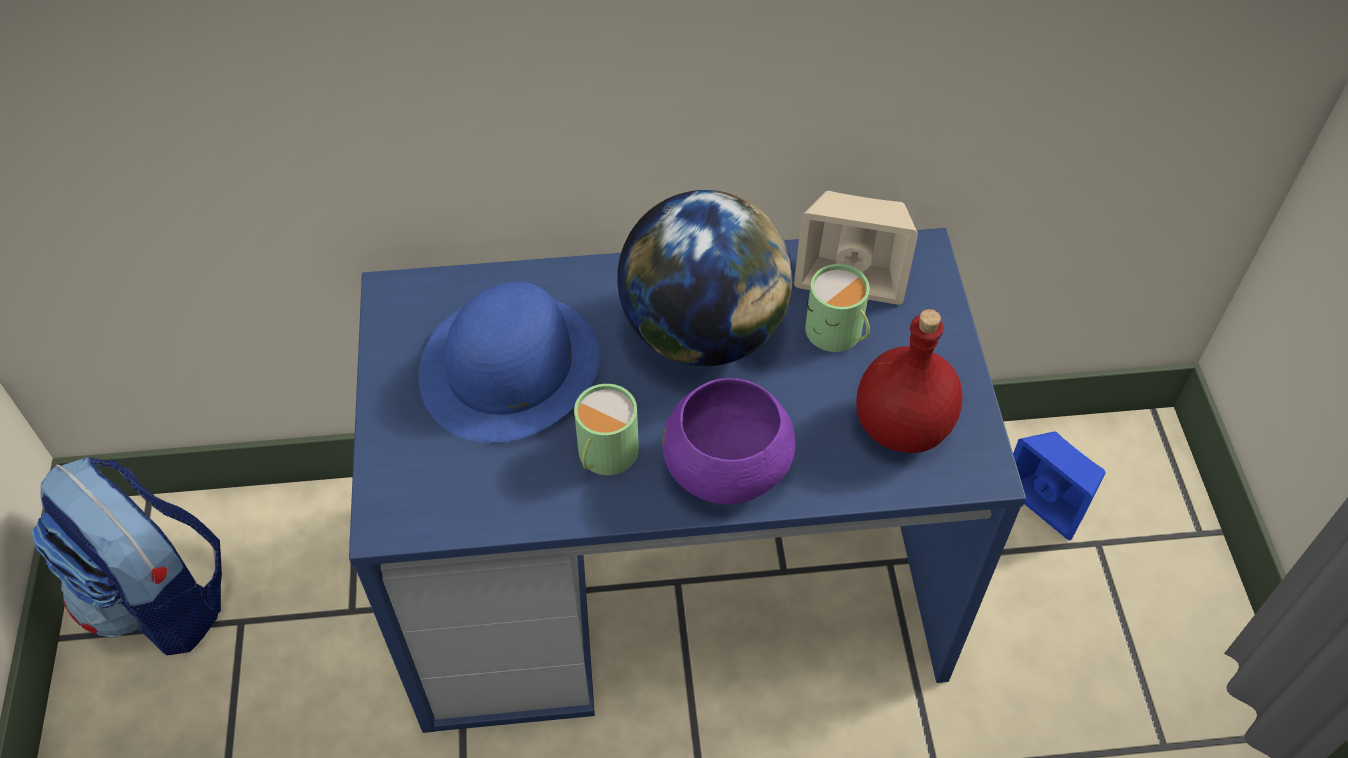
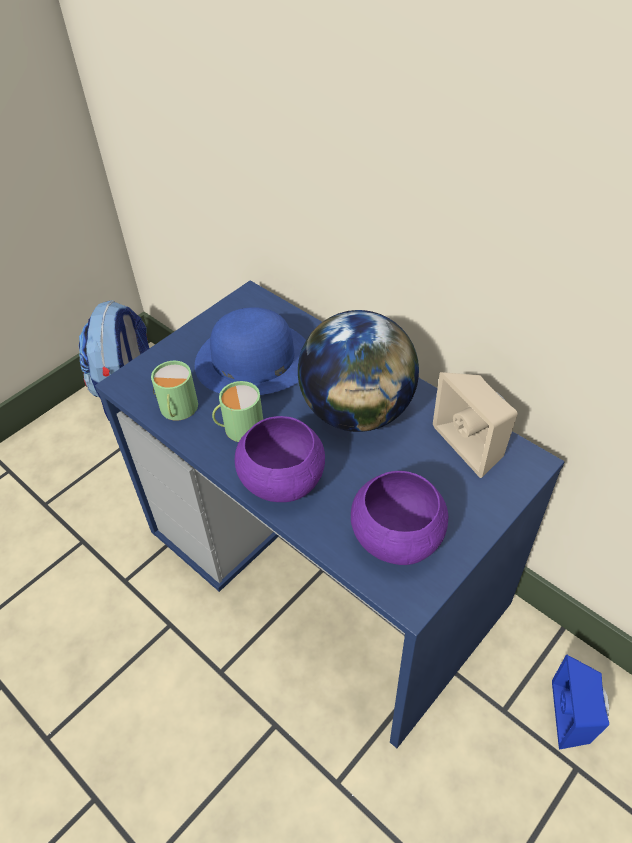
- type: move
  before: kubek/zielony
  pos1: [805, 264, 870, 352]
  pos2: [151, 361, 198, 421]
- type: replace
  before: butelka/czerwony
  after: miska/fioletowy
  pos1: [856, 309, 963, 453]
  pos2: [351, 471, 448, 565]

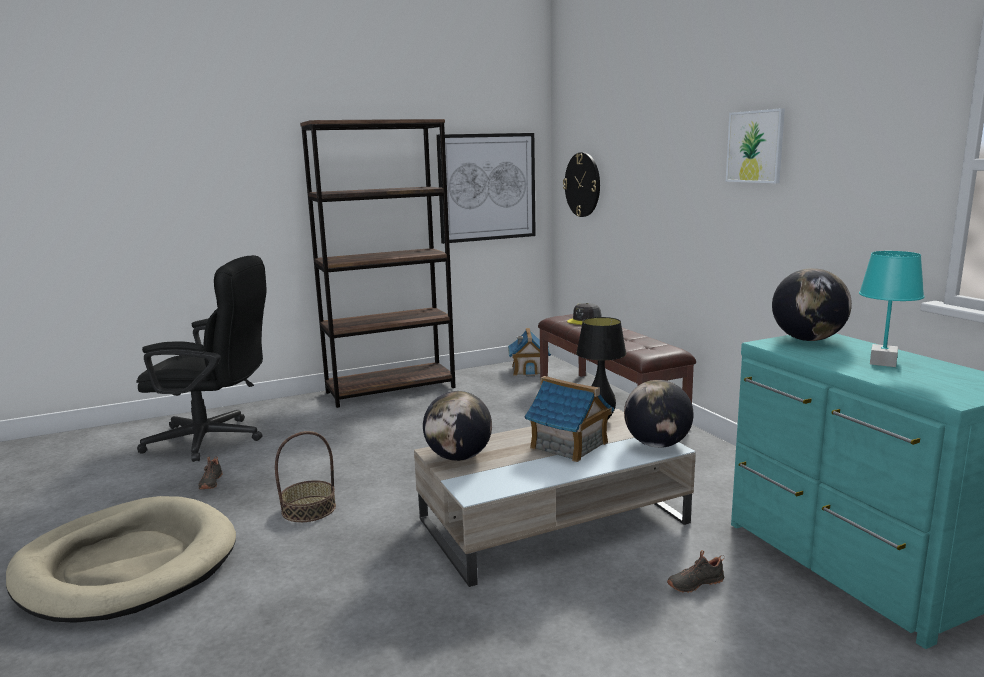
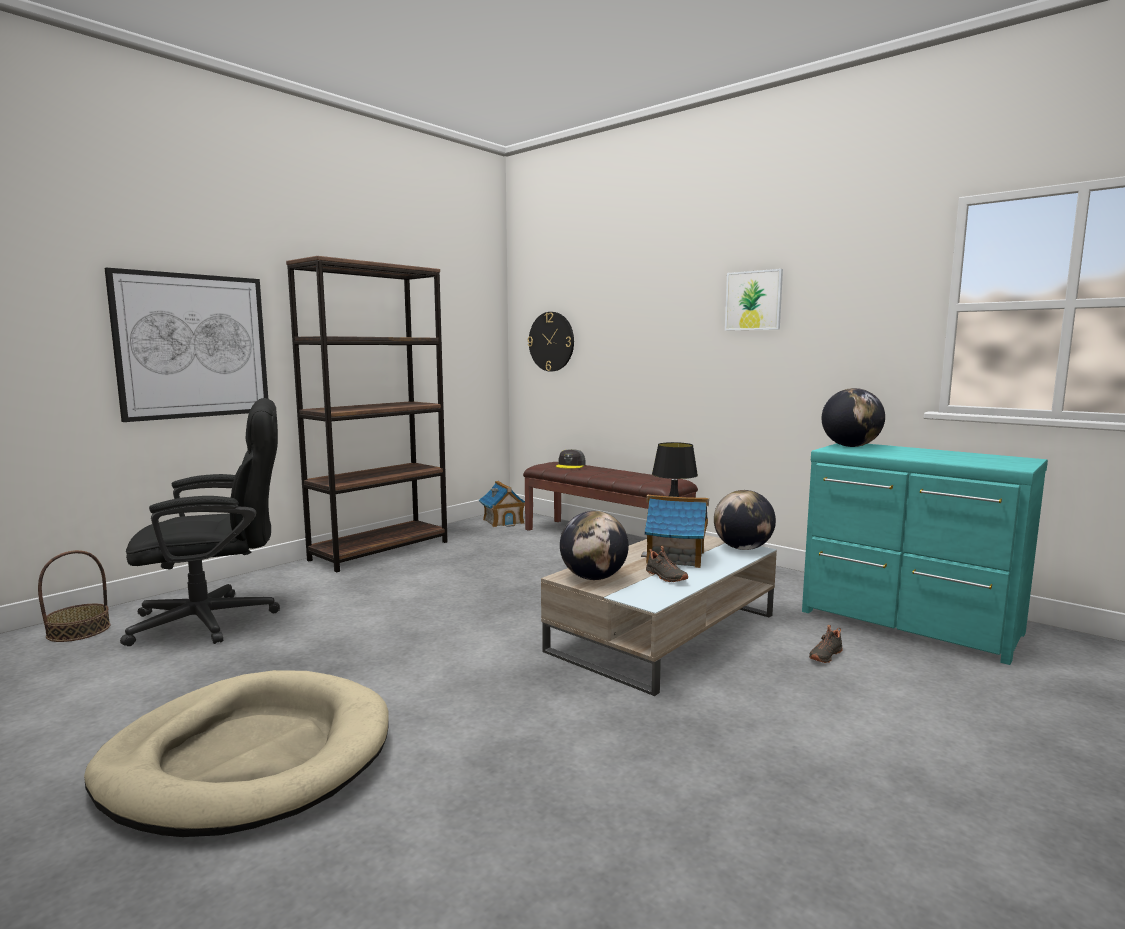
- type: move
  before: but/czarny
  pos1: [199, 456, 223, 489]
  pos2: [646, 546, 688, 582]
- type: move
  before: koszyk
  pos1: [275, 431, 336, 522]
  pos2: [38, 550, 110, 642]
- type: move
  before: obraz
  pos1: [436, 133, 536, 244]
  pos2: [105, 268, 268, 422]
- type: delete
  before: lampa stołowa/turkusowy
  pos1: [859, 251, 925, 367]

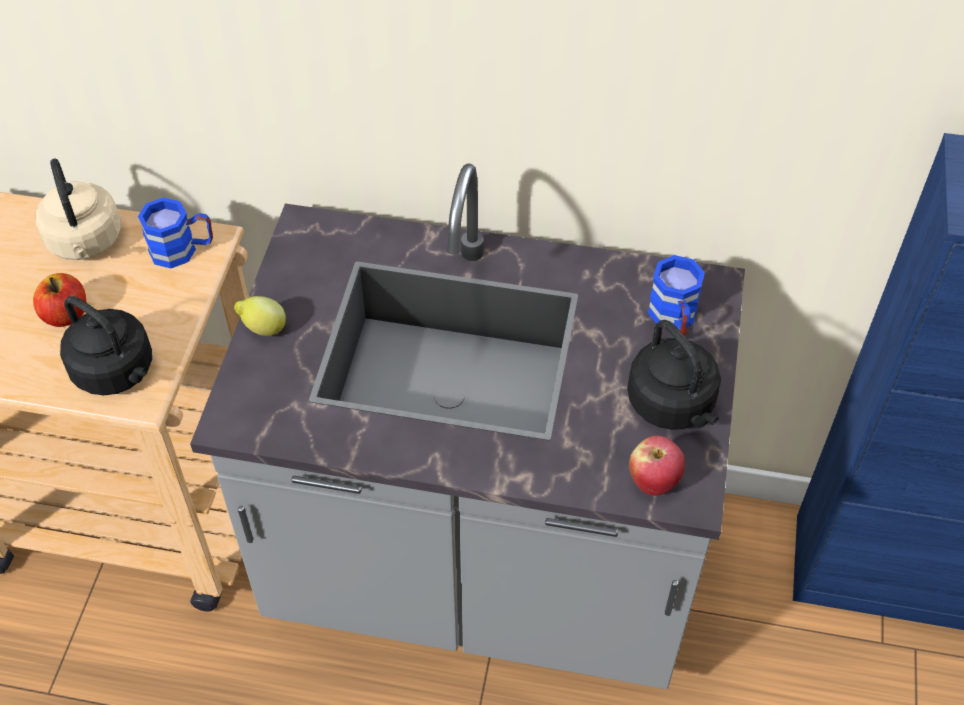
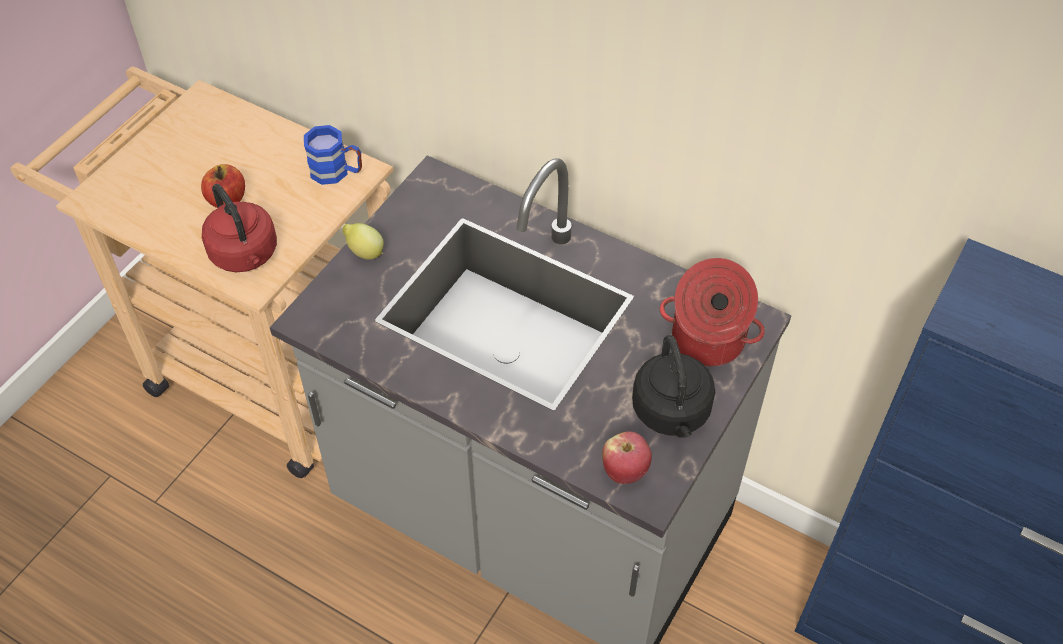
- type: delete
  before: czajnik/beżowy
  pos1: [36, 159, 121, 260]
- type: recolor
  before: czajnik/czarny
  after: czajnik/czerwony
  pos1: [60, 296, 152, 395]
  pos2: [202, 184, 277, 272]
- type: replace
  before: kubek/niebieski
  after: garnek
  pos1: [647, 255, 705, 336]
  pos2: [660, 258, 765, 366]

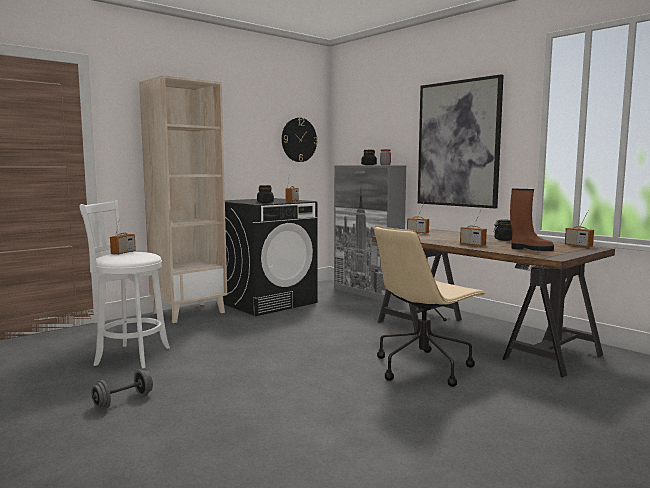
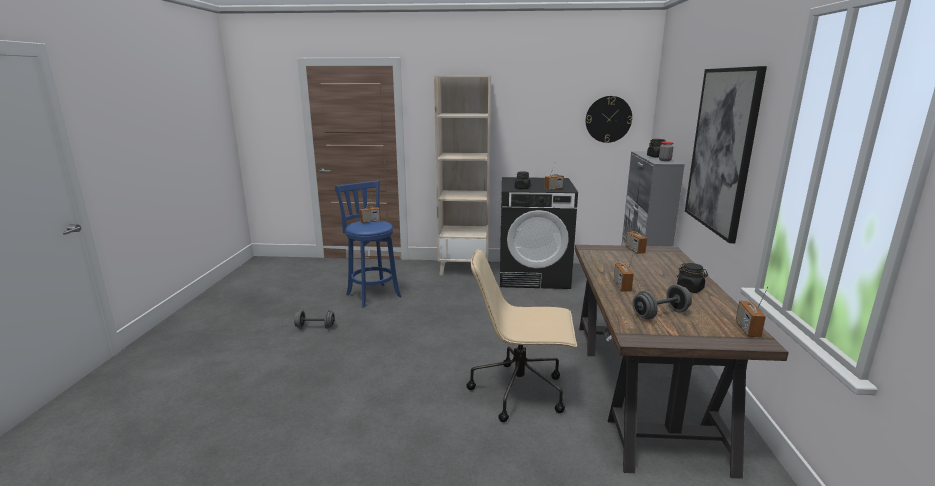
- type: recolor
  before: stołek/biały
  after: stołek/niebieski
  pos1: [79, 200, 170, 369]
  pos2: [335, 180, 401, 308]
- type: replace
  before: but z cholewką/brązowy
  after: hantel/szary
  pos1: [510, 188, 554, 251]
  pos2: [633, 284, 692, 320]

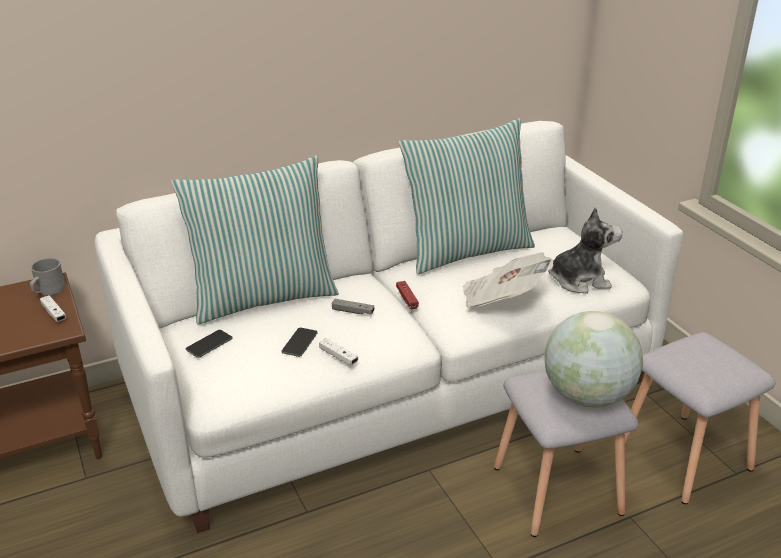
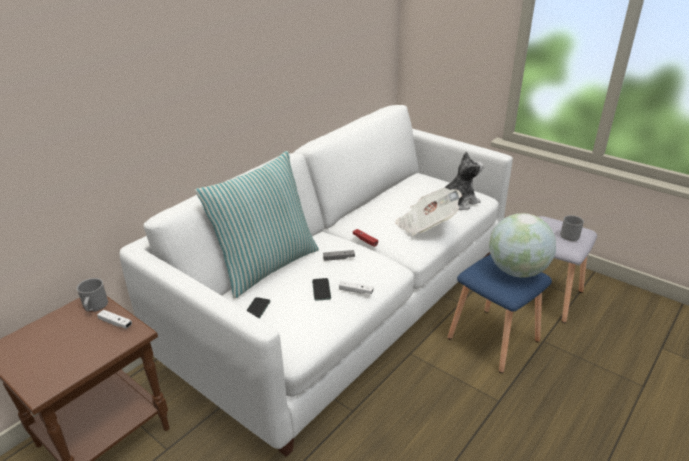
- type: delete
  before: poduszka
  pos1: [399, 119, 535, 274]
- type: recolor
  before: stołek/szary
  after: stołek/niebieski
  pos1: [494, 369, 638, 537]
  pos2: [448, 254, 552, 373]
- type: insert
  after: kubek/szary
  pos2: [560, 215, 584, 241]

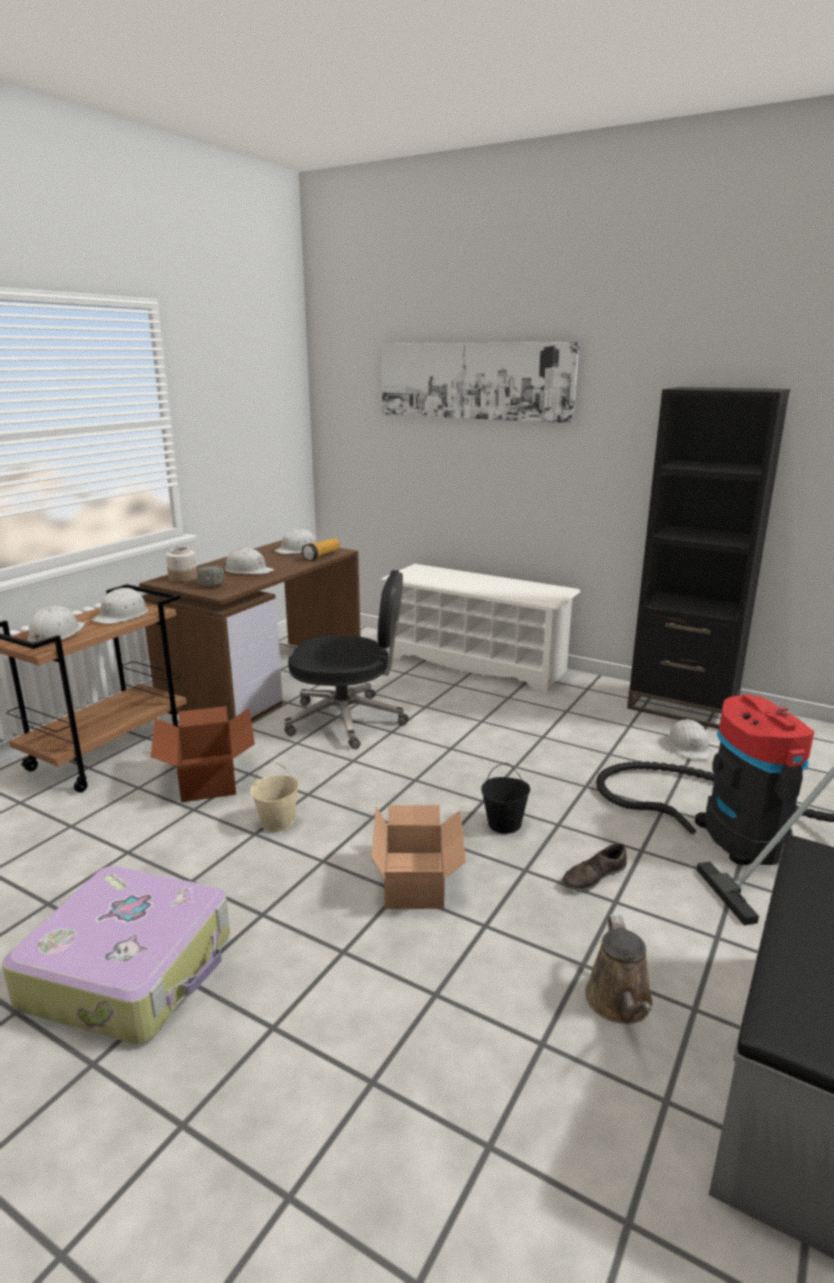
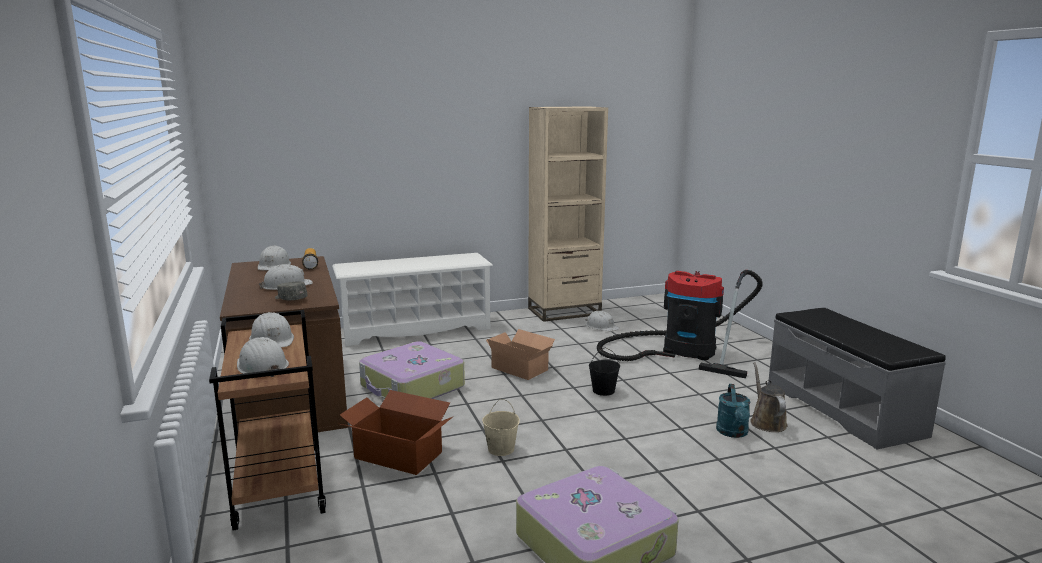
- type: delete
  before: słoik
  pos1: [166, 547, 197, 582]
- type: replace
  before: krzesło biurowe/czarny
  after: walizka
  pos1: [284, 570, 409, 749]
  pos2: [359, 341, 465, 399]
- type: move
  before: karton
  pos1: [372, 805, 466, 909]
  pos2: [486, 329, 555, 380]
- type: delete
  before: obraz
  pos1: [381, 342, 579, 423]
- type: delete
  before: but/brązowy
  pos1: [562, 844, 627, 891]
- type: rotate
  before: konewka/brązowy
  pos1: [585, 915, 652, 1024]
  pos2: [750, 362, 787, 432]
  turn: -135
- type: recolor
  before: regał/czarny
  after: regał/beżowy
  pos1: [627, 387, 790, 729]
  pos2: [528, 106, 608, 322]
- type: insert
  after: konewka/turkusowy
  pos2: [716, 384, 751, 438]

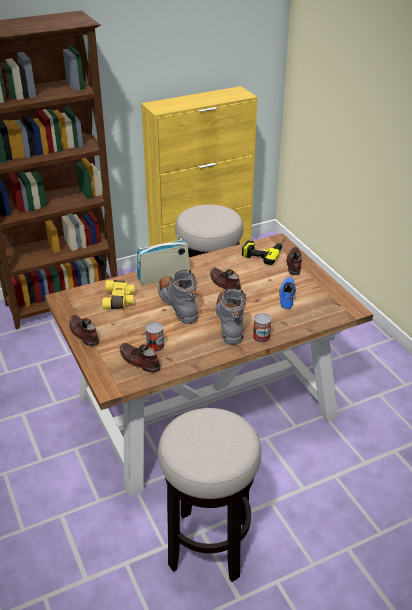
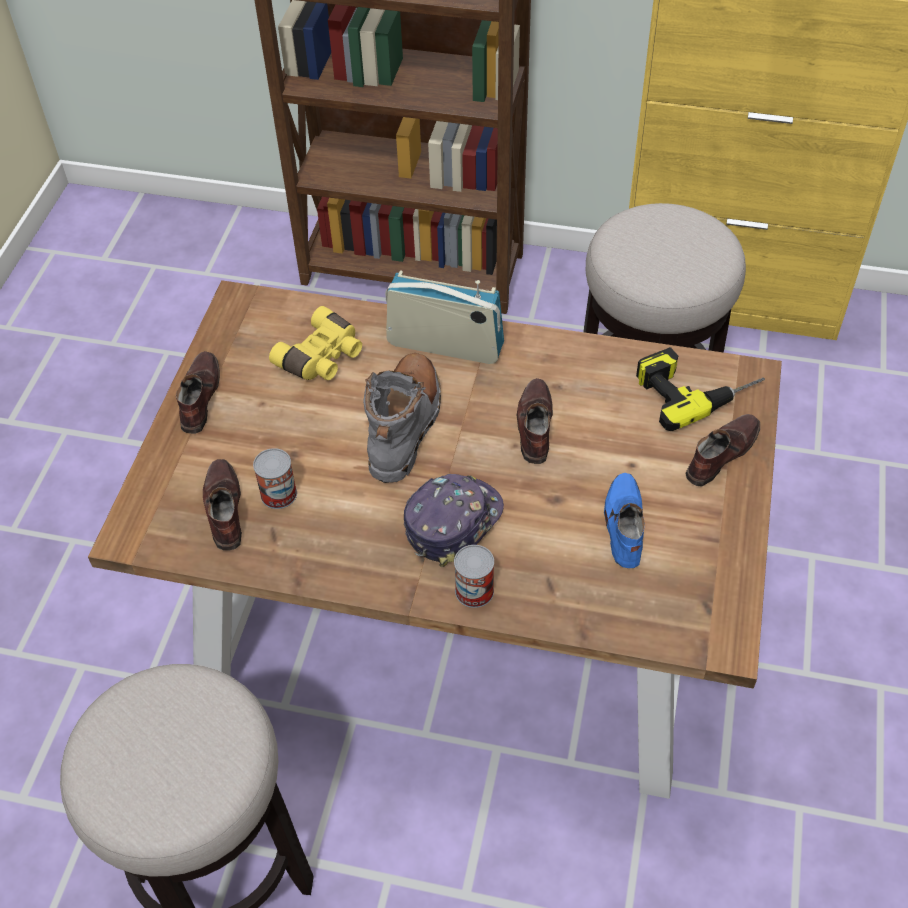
- type: replace
  before: but z cholewką/szary
  after: czapka z daszkiem
  pos1: [216, 288, 246, 345]
  pos2: [404, 474, 504, 567]
- type: rotate
  before: but/niebieski
  pos1: [279, 277, 296, 309]
  pos2: [604, 473, 645, 568]
  turn: -45

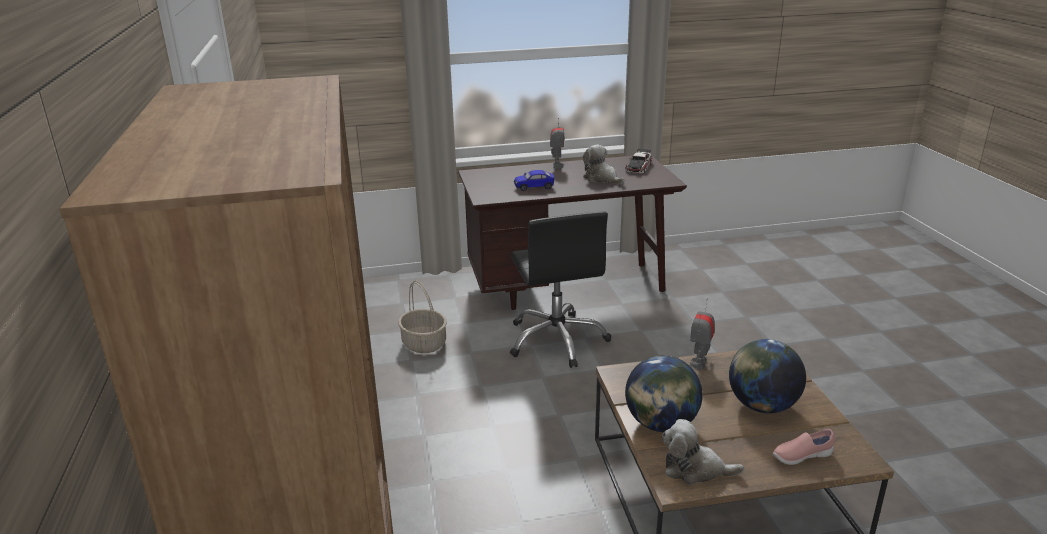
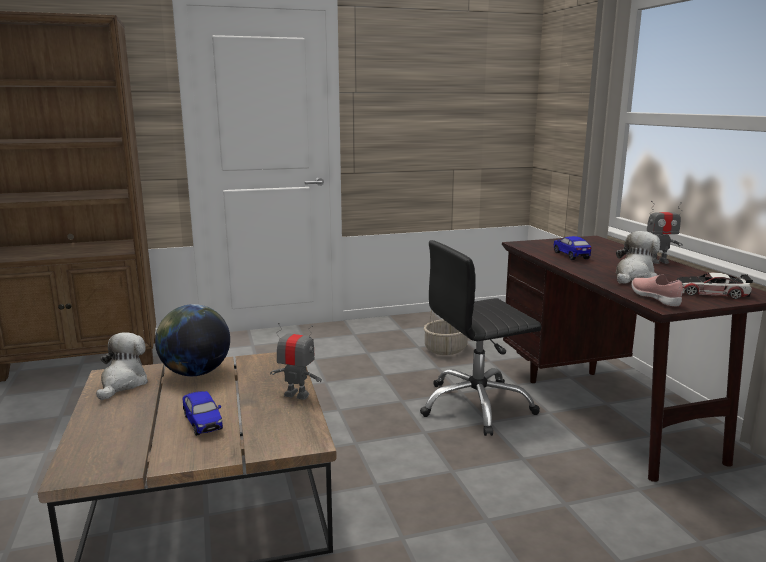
- type: replace
  before: globus
  after: samochodzik
  pos1: [729, 339, 806, 413]
  pos2: [183, 391, 223, 436]
- type: move
  before: but/różowy
  pos1: [772, 429, 835, 465]
  pos2: [632, 275, 683, 306]

